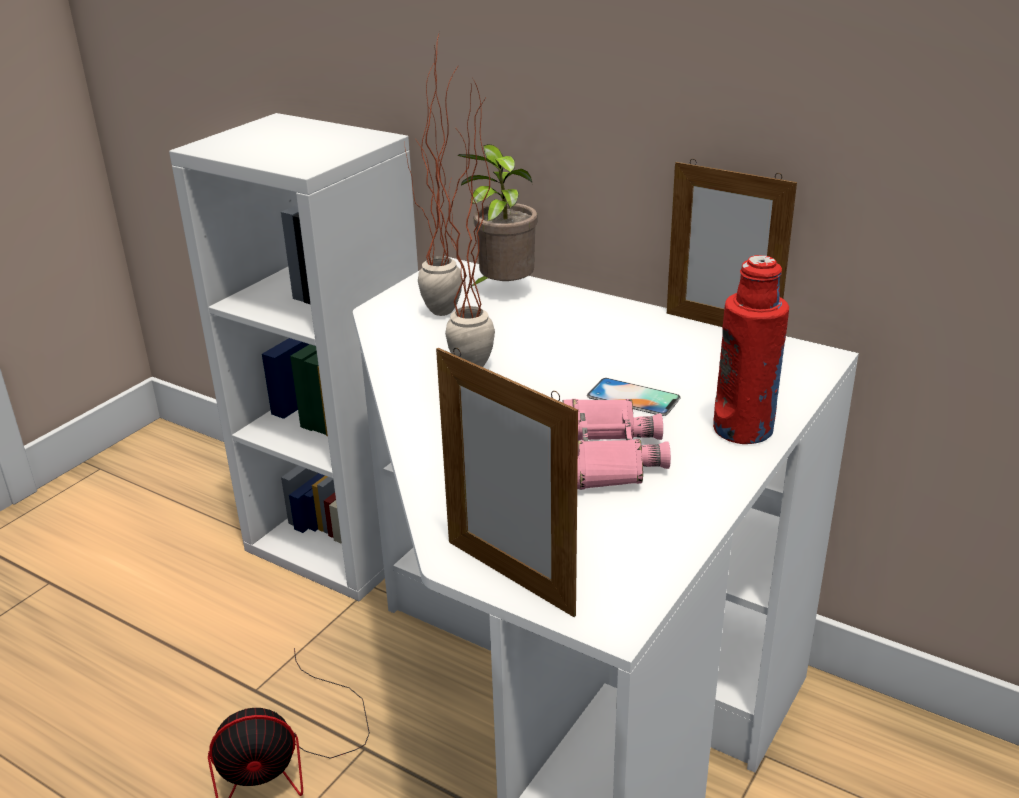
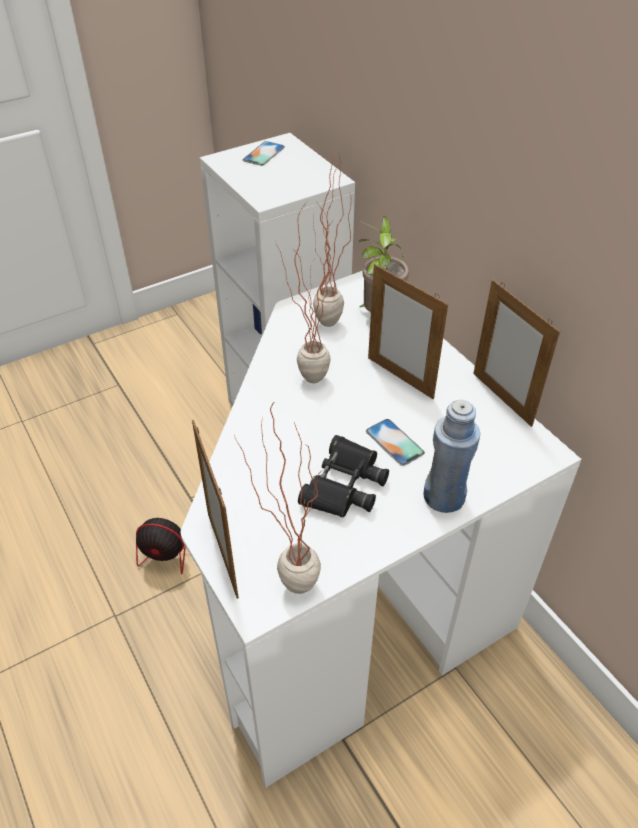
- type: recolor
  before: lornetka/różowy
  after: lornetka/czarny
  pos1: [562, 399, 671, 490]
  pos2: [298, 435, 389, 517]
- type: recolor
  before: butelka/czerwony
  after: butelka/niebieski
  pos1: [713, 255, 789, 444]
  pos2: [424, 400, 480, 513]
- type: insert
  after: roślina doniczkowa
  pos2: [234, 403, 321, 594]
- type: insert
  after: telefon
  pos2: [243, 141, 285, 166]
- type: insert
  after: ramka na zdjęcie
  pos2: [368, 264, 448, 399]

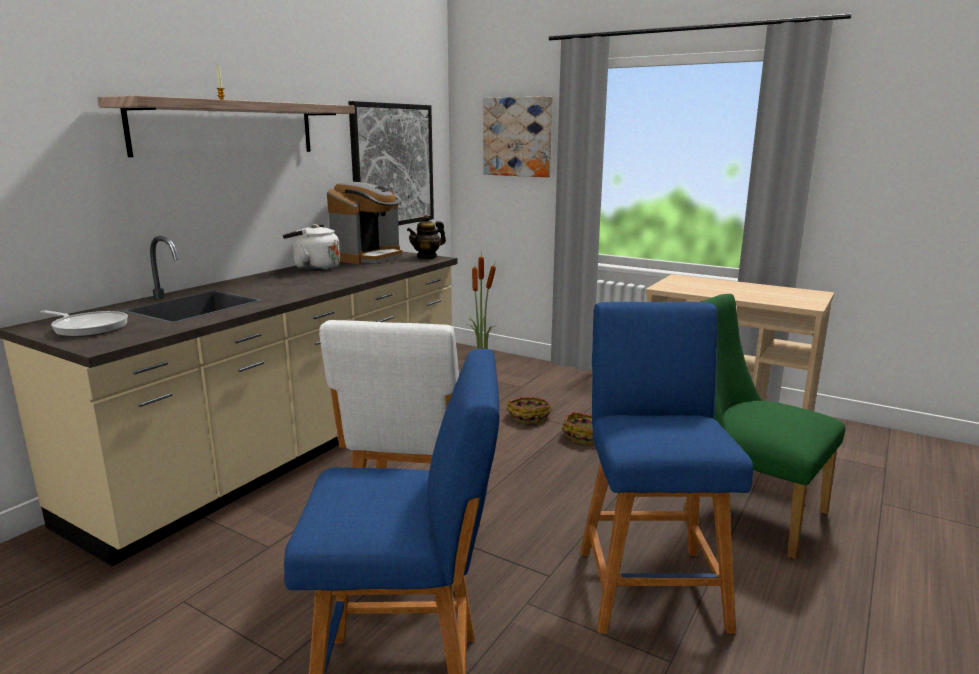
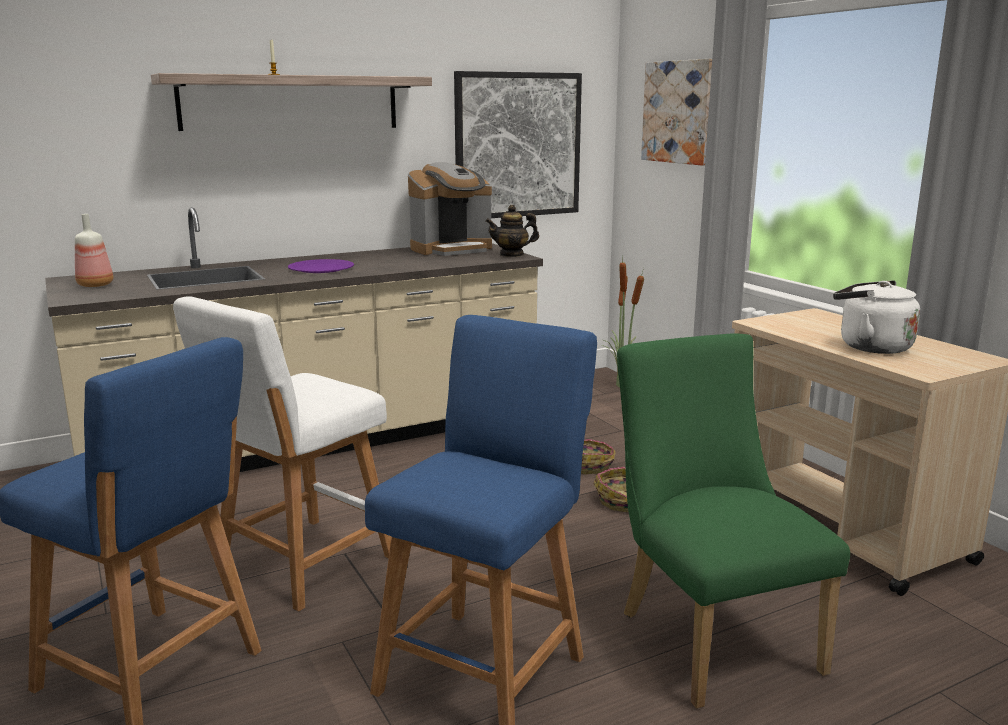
- type: replace
  before: patelnia
  after: butelka
  pos1: [40, 310, 128, 337]
  pos2: [75, 214, 114, 287]
- type: move
  before: czajnik/biały
  pos1: [283, 224, 340, 271]
  pos2: [833, 280, 920, 354]
- type: insert
  after: talerz/fioletowy
  pos2: [288, 259, 354, 273]

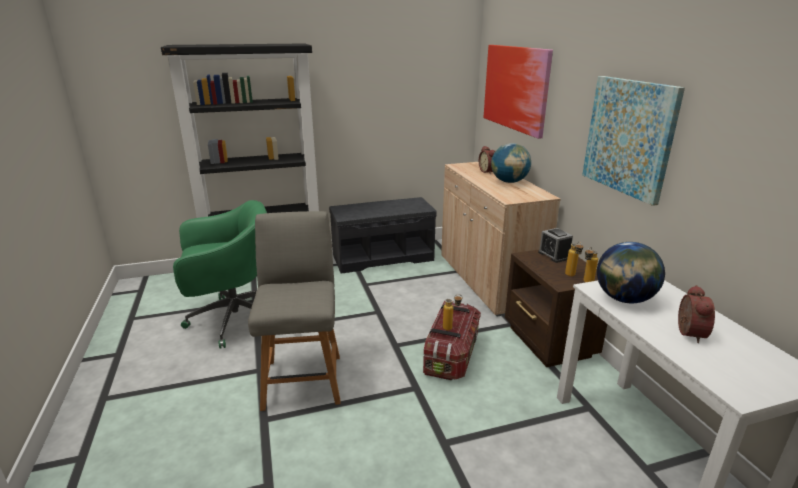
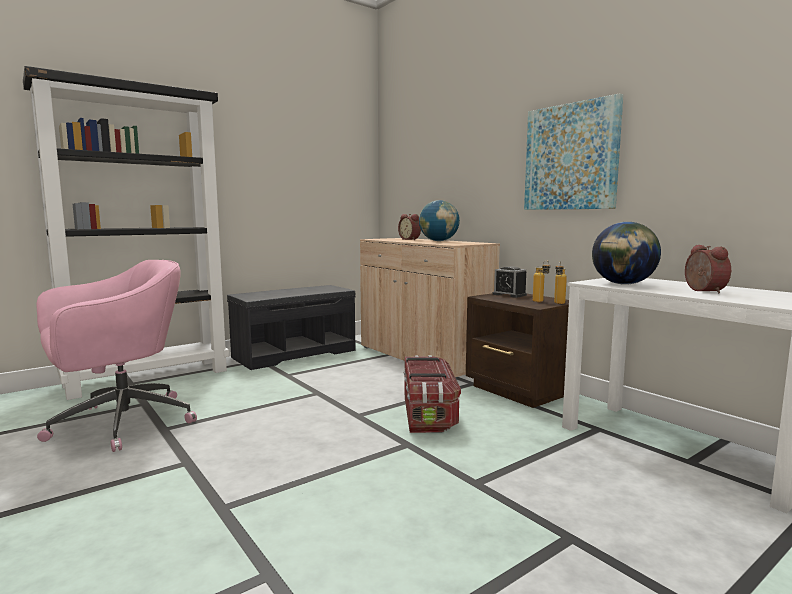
- type: recolor
  before: krzesło biurowe/zielony
  after: krzesło biurowe/różowy
  pos1: [173, 200, 267, 349]
  pos2: [37, 260, 197, 452]
- type: delete
  before: krzesło/szary
  pos1: [248, 211, 341, 411]
- type: delete
  before: butelka
  pos1: [443, 294, 462, 331]
- type: delete
  before: obraz
  pos1: [483, 45, 553, 139]

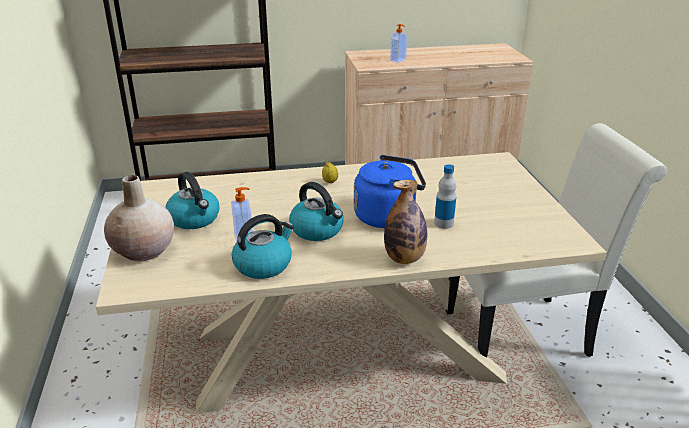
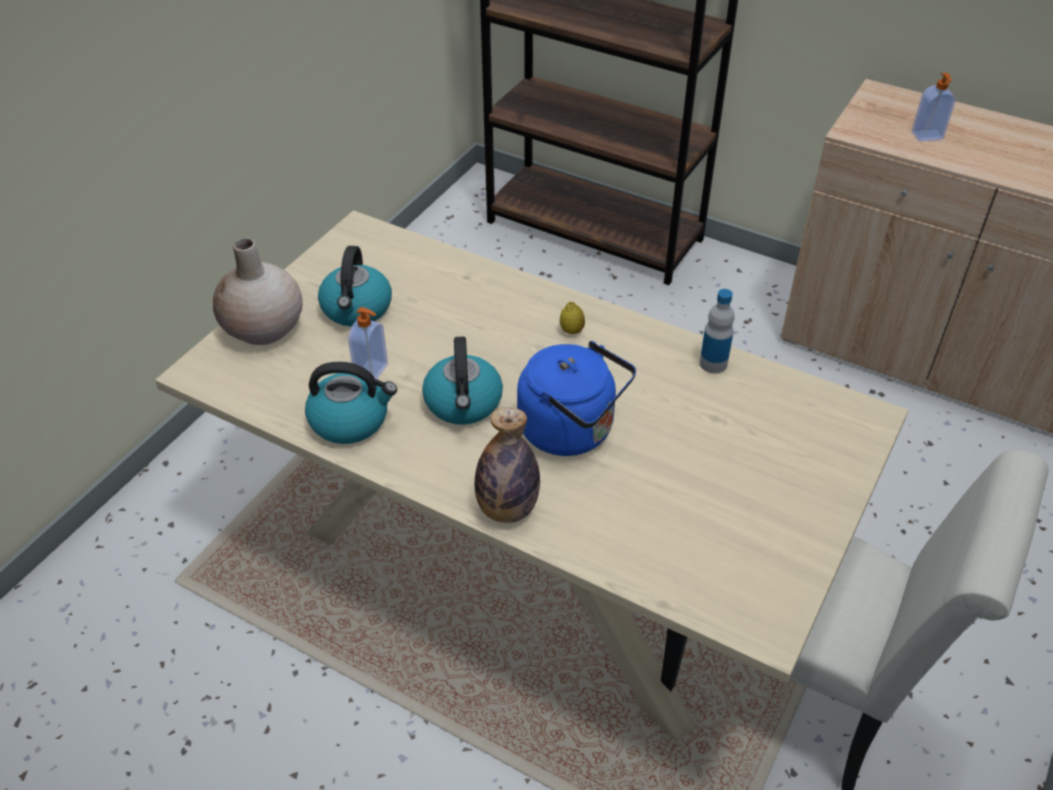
- type: move
  before: butelka
  pos1: [434, 164, 457, 229]
  pos2: [700, 289, 735, 374]

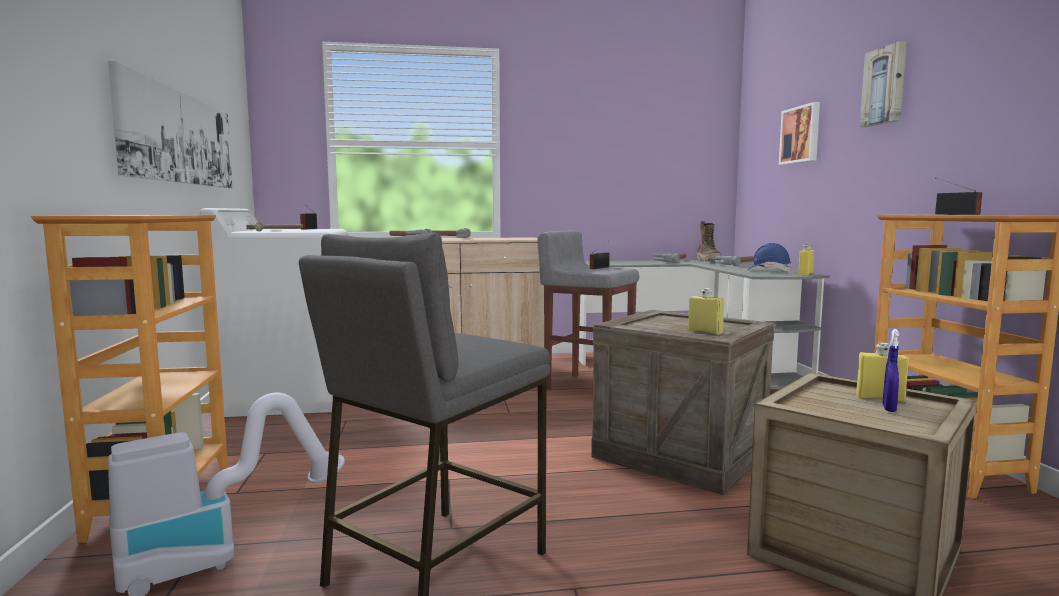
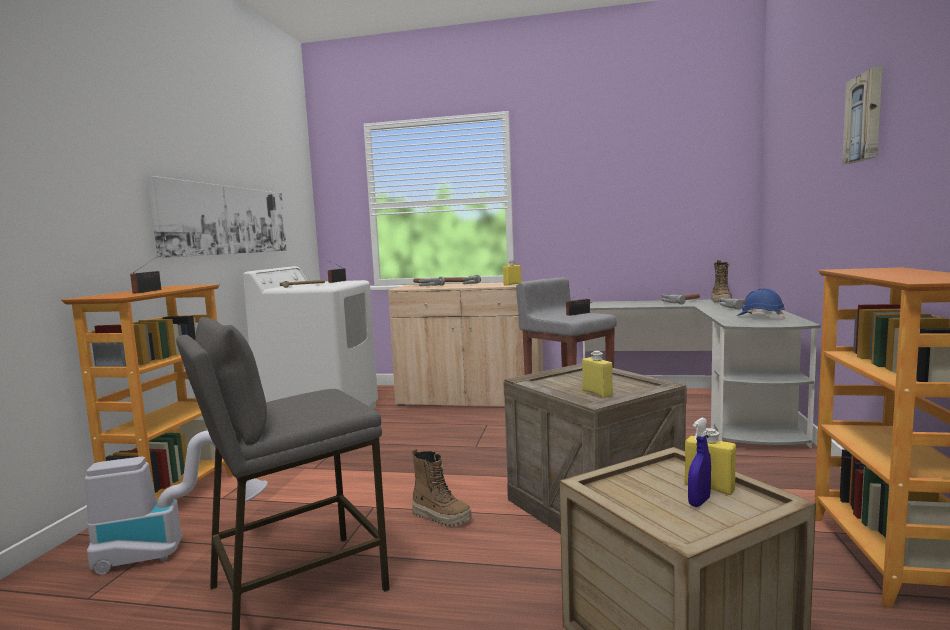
- type: delete
  before: obraz
  pos1: [779, 102, 820, 165]
- type: move
  before: butelka/żółty
  pos1: [798, 244, 814, 275]
  pos2: [503, 260, 521, 286]
- type: move
  before: radio
  pos1: [935, 177, 982, 215]
  pos2: [130, 257, 161, 294]
- type: insert
  after: but z cholewką
  pos2: [412, 448, 472, 527]

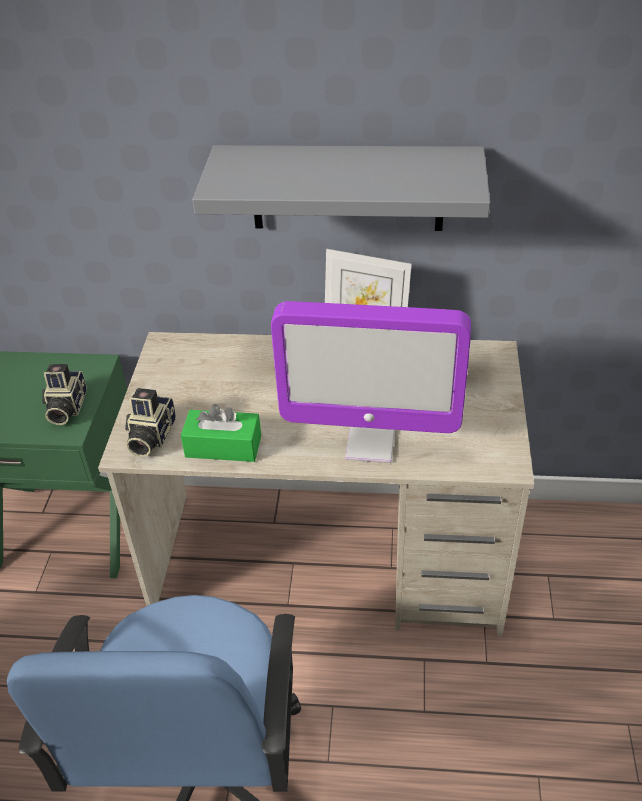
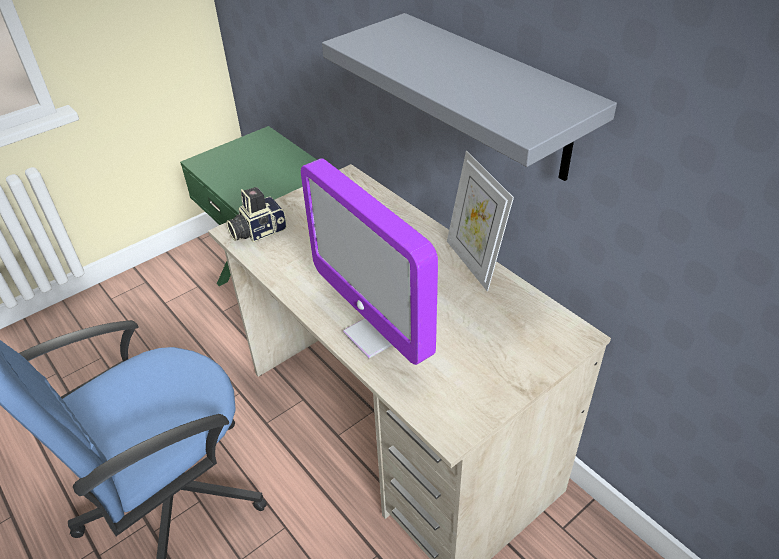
- type: delete
  before: aparat fotograficzny
  pos1: [42, 364, 87, 425]
- type: delete
  before: pudełko chusteczek/zielony
  pos1: [181, 404, 261, 462]

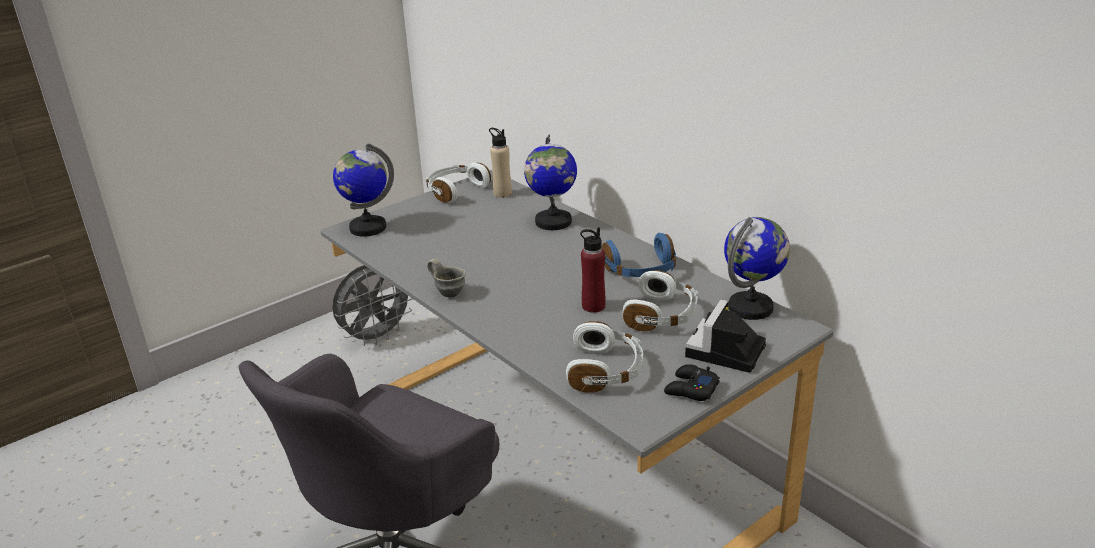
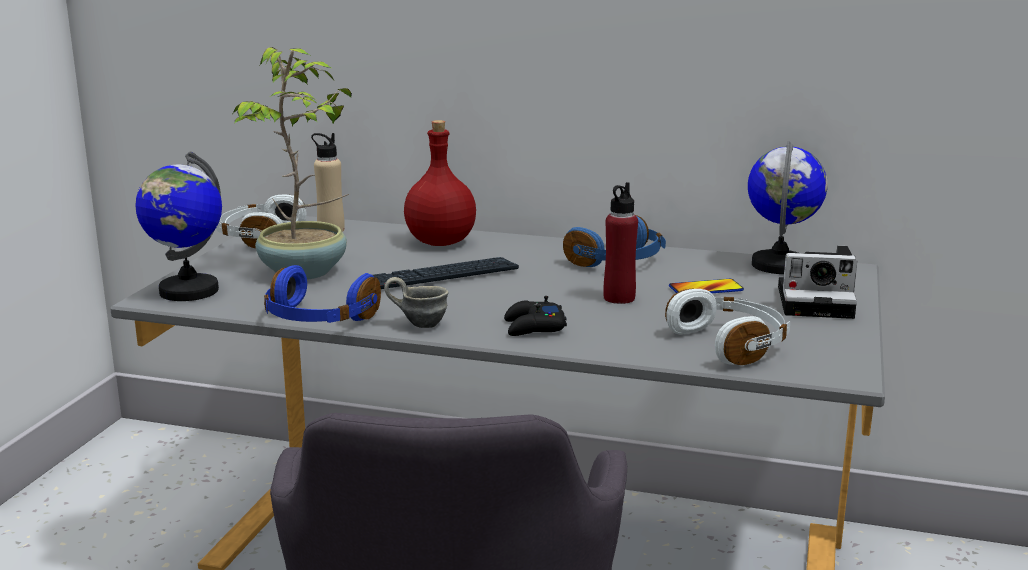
- type: delete
  before: wentylator/szary
  pos1: [332, 265, 412, 346]
- type: replace
  before: globus
  after: butelka/czerwony
  pos1: [524, 135, 577, 230]
  pos2: [404, 120, 476, 246]
- type: replace
  before: słuchawki/biały
  after: telefon
  pos1: [622, 270, 698, 331]
  pos2: [669, 279, 744, 293]
- type: move
  before: pad do gier/czarny
  pos1: [664, 364, 720, 401]
  pos2: [504, 296, 567, 336]
- type: rotate
  before: aparat fotograficzny
  pos1: [685, 299, 766, 373]
  pos2: [778, 246, 858, 319]
  turn: -75
- type: insert
  after: roślina doniczkowa
  pos2: [233, 47, 352, 280]
- type: insert
  after: słuchawki/niebieski
  pos2: [264, 265, 381, 323]
- type: insert
  after: klawiatura
  pos2: [373, 257, 519, 289]

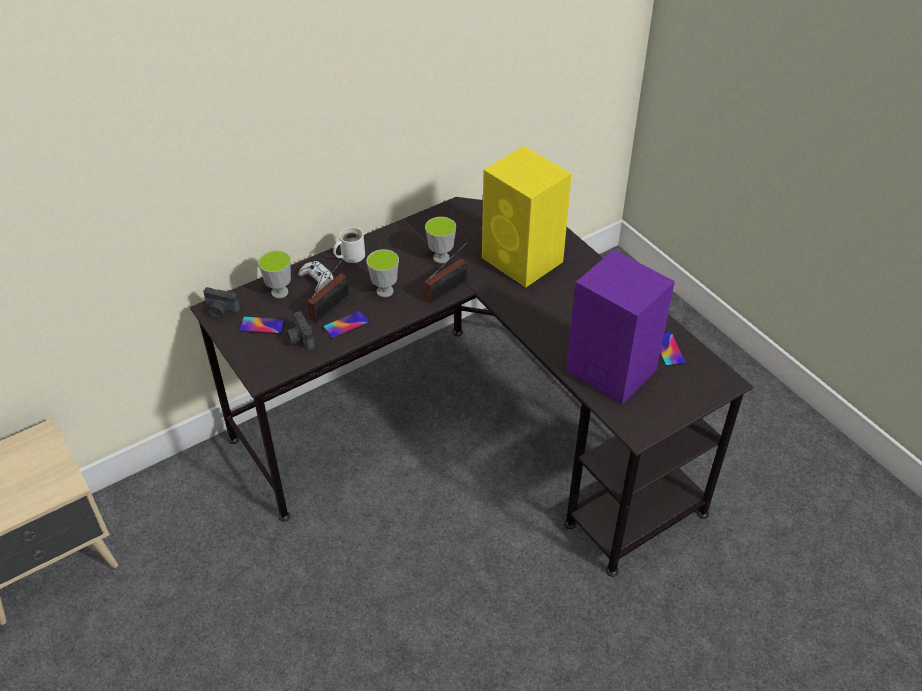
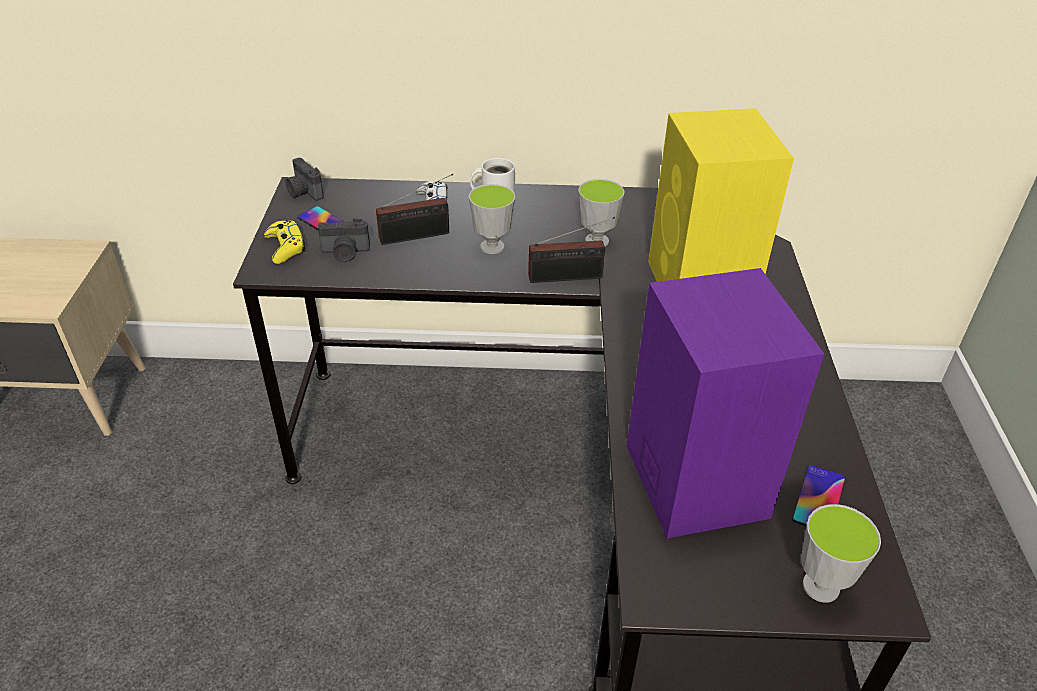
- type: move
  before: filiżanka
  pos1: [258, 250, 291, 298]
  pos2: [801, 504, 881, 603]
- type: rotate
  before: aparat fotograficzny
  pos1: [286, 311, 314, 350]
  pos2: [318, 219, 370, 262]
  turn: -105
- type: delete
  before: telefon
  pos1: [323, 311, 370, 339]
- type: insert
  after: pad do gier/żółty
  pos2: [264, 220, 306, 264]

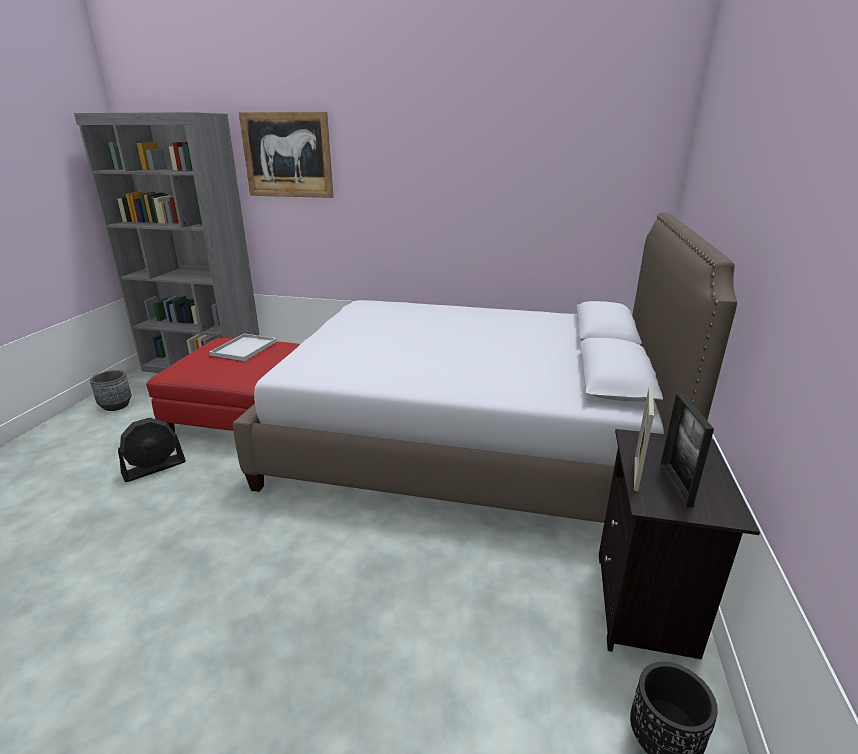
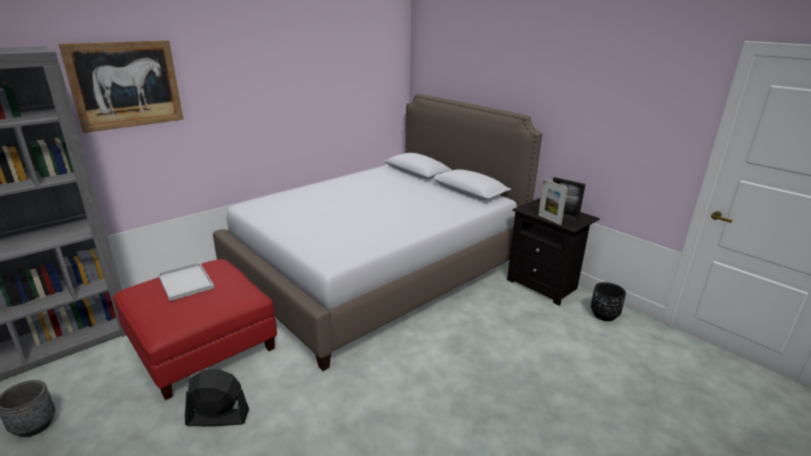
- type: rotate
  before: wentylator/czarny
  pos1: [118, 418, 186, 482]
  pos2: [185, 369, 249, 426]
  turn: -90

